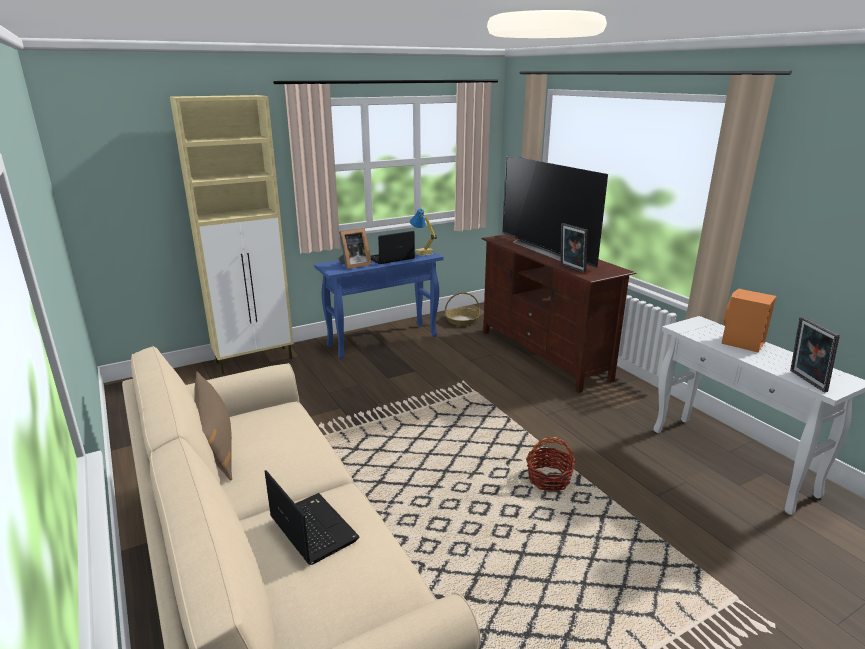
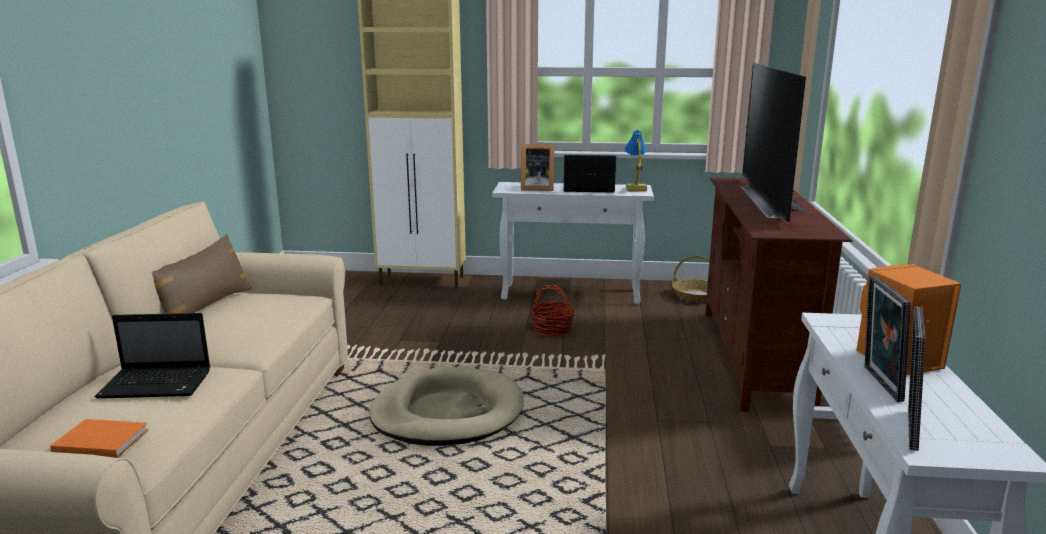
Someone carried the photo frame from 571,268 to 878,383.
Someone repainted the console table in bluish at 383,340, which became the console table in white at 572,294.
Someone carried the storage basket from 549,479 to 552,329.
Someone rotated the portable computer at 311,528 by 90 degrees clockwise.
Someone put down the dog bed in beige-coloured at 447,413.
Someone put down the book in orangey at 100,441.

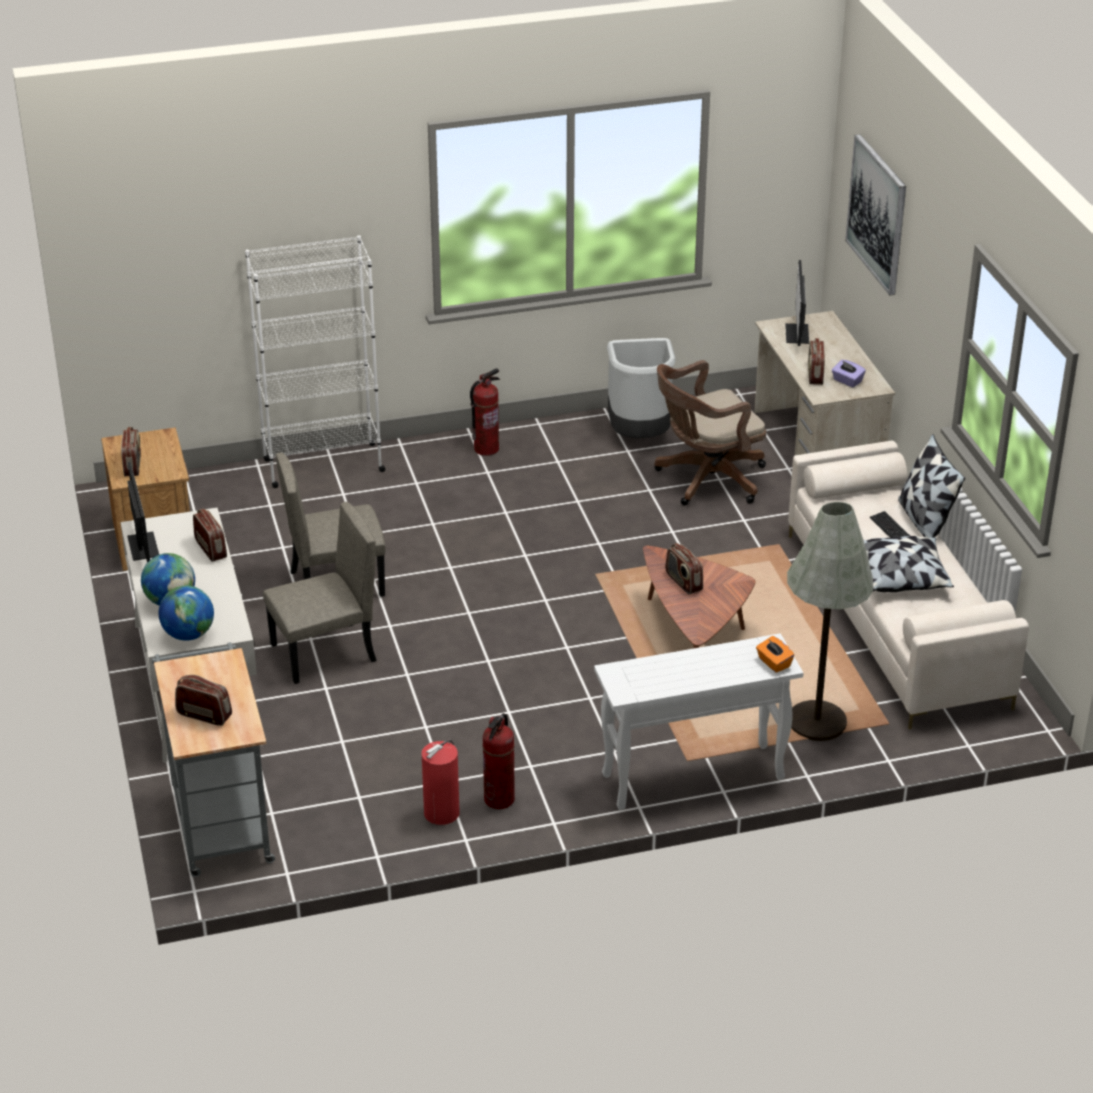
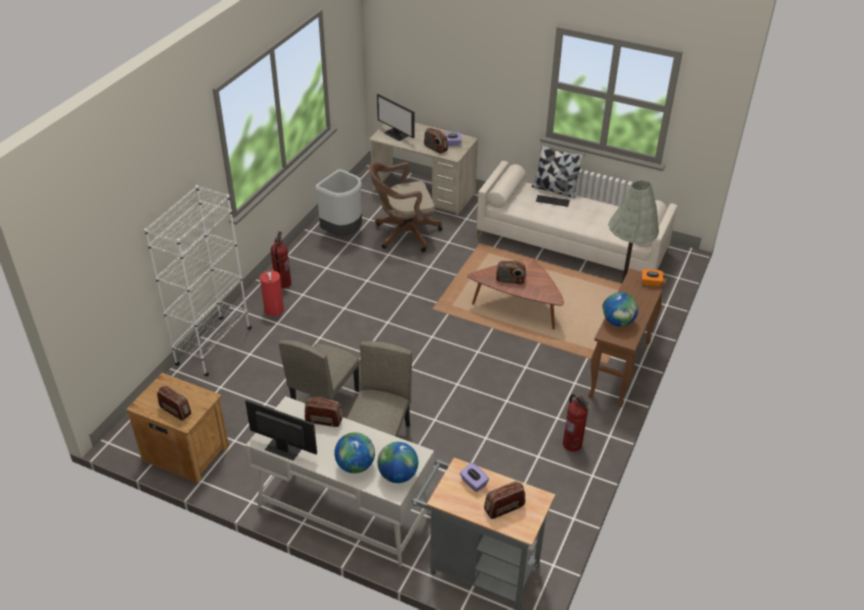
Someone took away the wall art at 877,214.
Someone rotated the office chair in brown-coloured at 706,480 by 60 degrees clockwise.
Someone took away the cushion at 902,576.
Someone repainted the console table in white at 691,777, which became the console table in brown-coloured at 620,369.
Someone carried the extinguisher from 443,811 to 274,309.
Someone put down the globe at 618,322.
Someone put down the box of tissues in purple at 473,483.

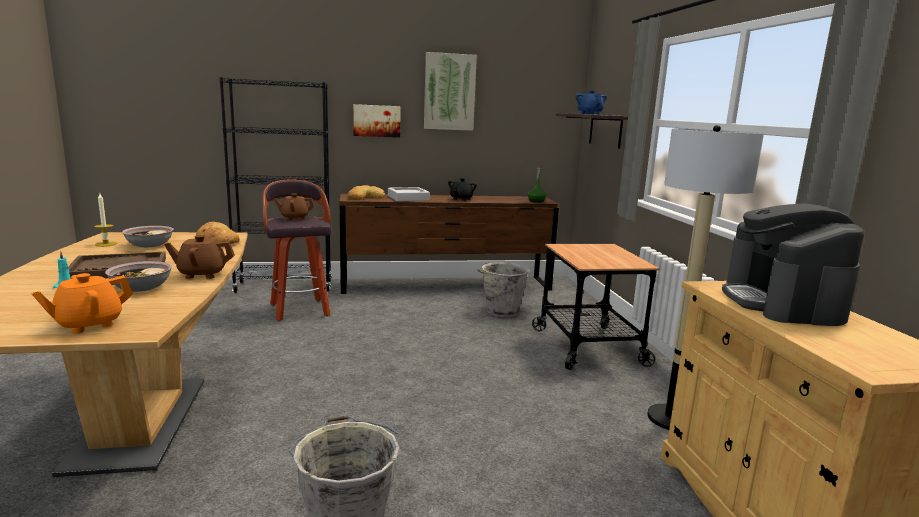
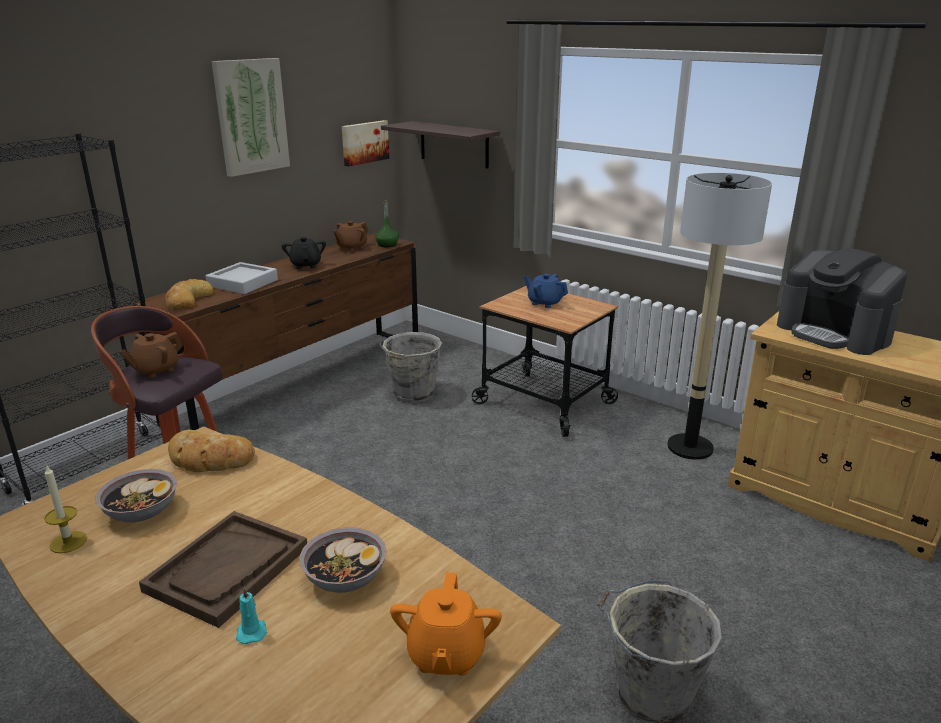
Someone carried the pot for tea in bluish from 589,114 to 544,303.
Someone carried the wall art from 376,120 to 364,142.
Someone carried the pot for tea in brown-coloured from 202,274 to 351,247.

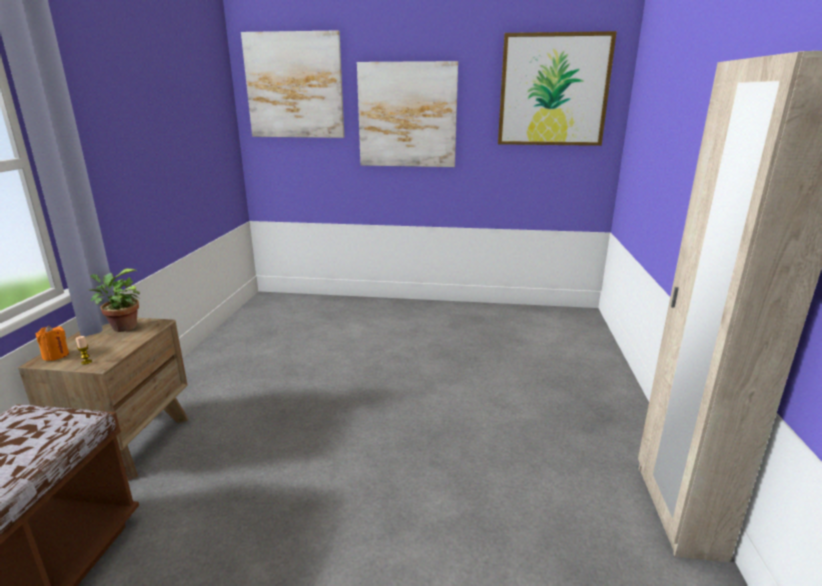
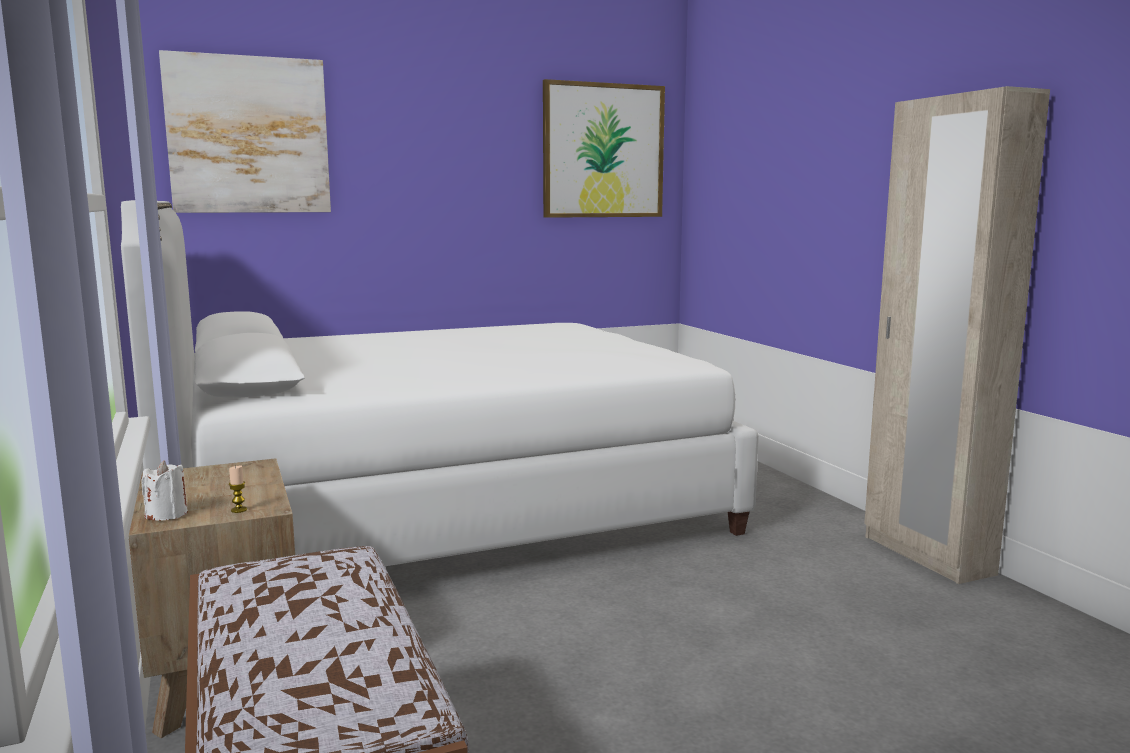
Someone took away the wall art at 407,115.
Someone took away the potted plant at 121,327.
Someone repainted the wax candle in orangey at 56,355, which became the wax candle in white at 167,514.
Someone put down the bed in white at 440,509.

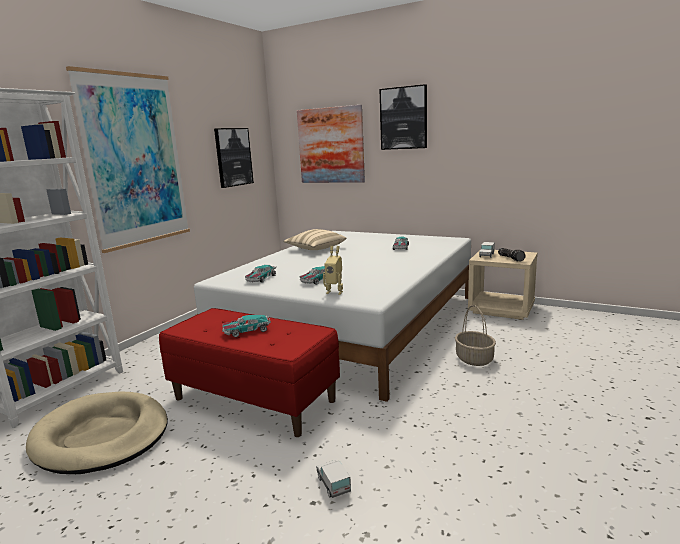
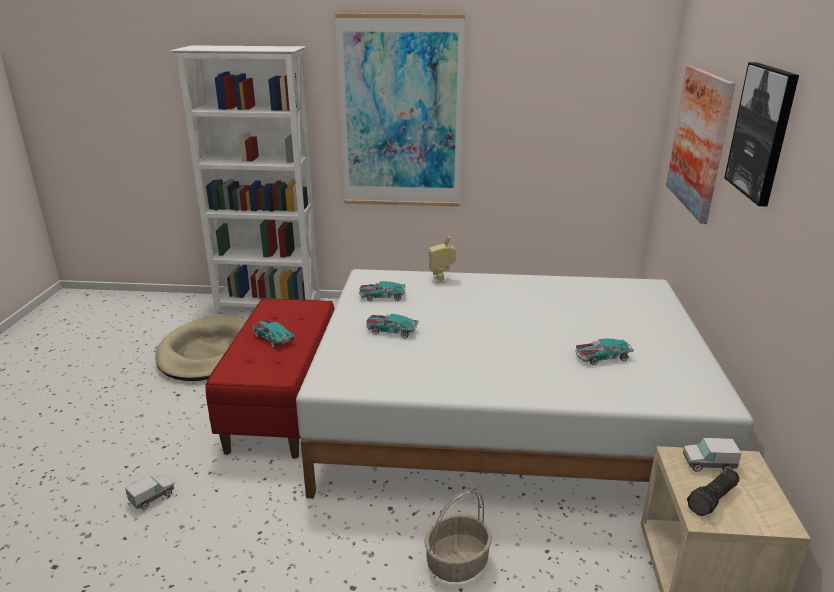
Someone took away the wall art at 233,157.
Someone took away the cushion in beige-coloured at 315,249.
Someone carried the model robot from 335,292 to 442,279.

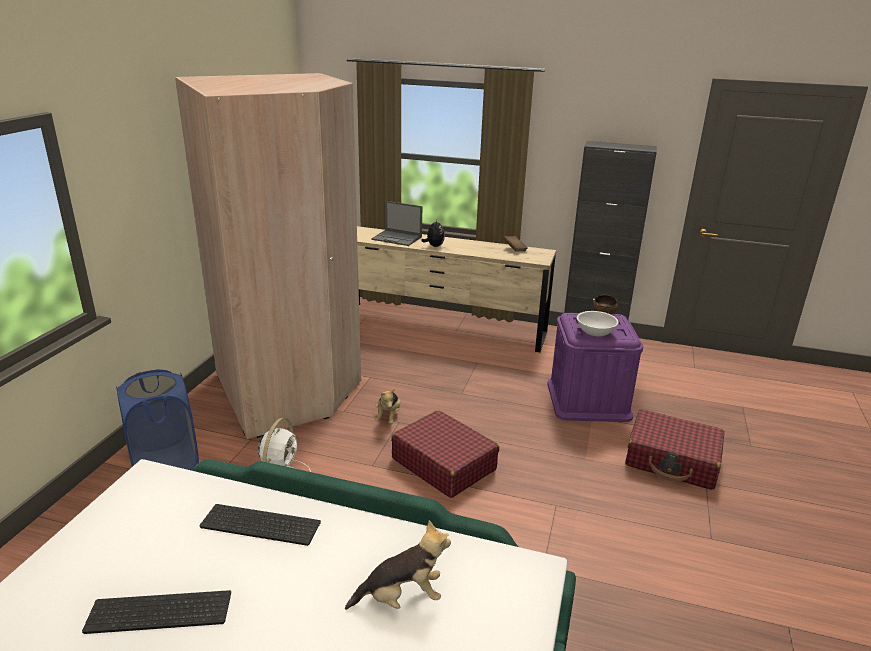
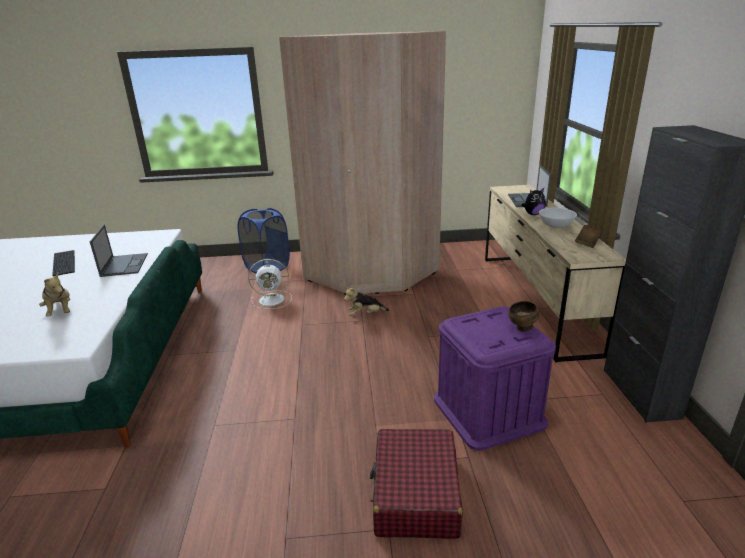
Someone carried the serving bowl in white from 595,332 to 556,225.
Someone took away the piece of luggage in red-coloured at 443,464.
Someone swapped the PC keyboard at 258,526 for the portable computer at 124,265.

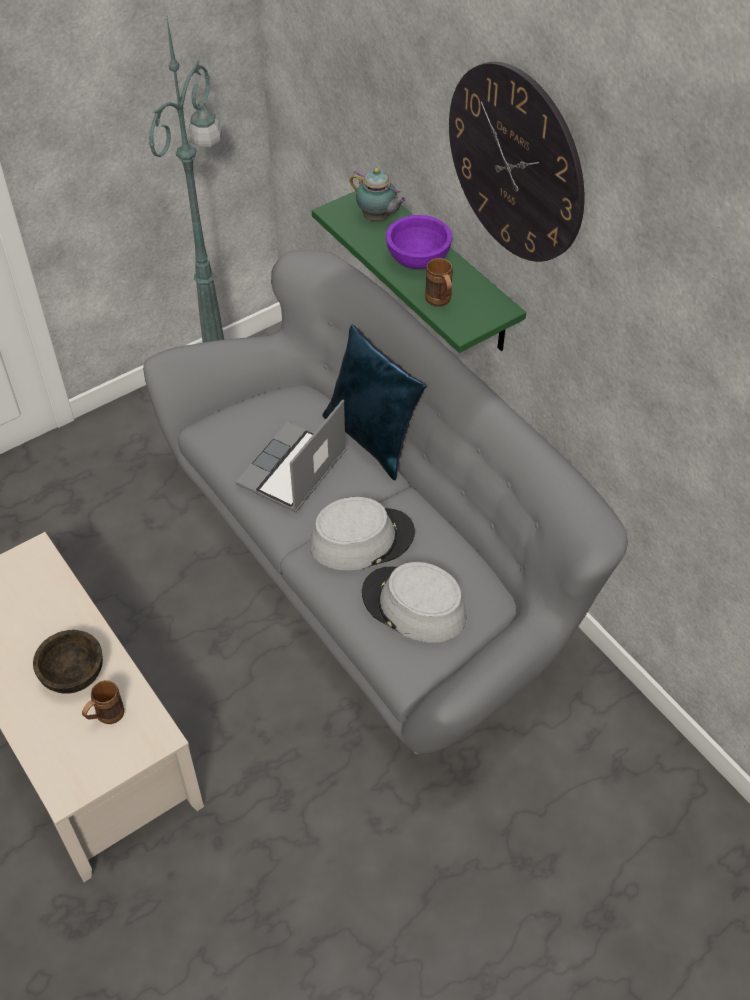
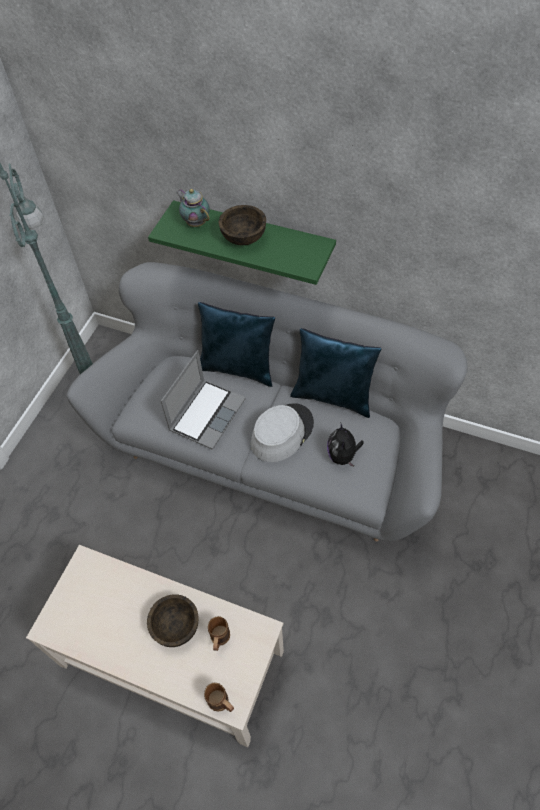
Someone took away the hanging clock at 515,163.
Someone rotated the pot for tea at 378,218 by 135 degrees counterclockwise.
Someone repainted the serving bowl in purple at 417,259, which became the serving bowl in brown-coloured at 243,237.
Someone carried the mug in brown-coloured from 440,302 to 222,704.
Someone rotated the portable computer at 293,470 by 150 degrees counterclockwise.
Someone swapped the clothing hat in greyish at 413,605 for the plush toy at 343,456.
Someone put down the cushion in bluish at 333,396.

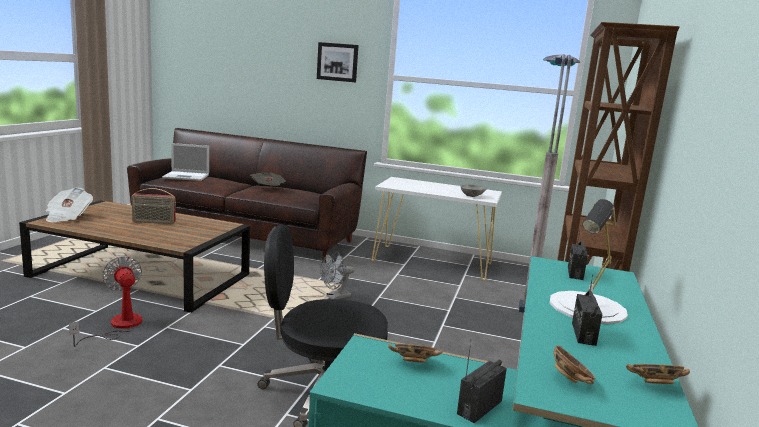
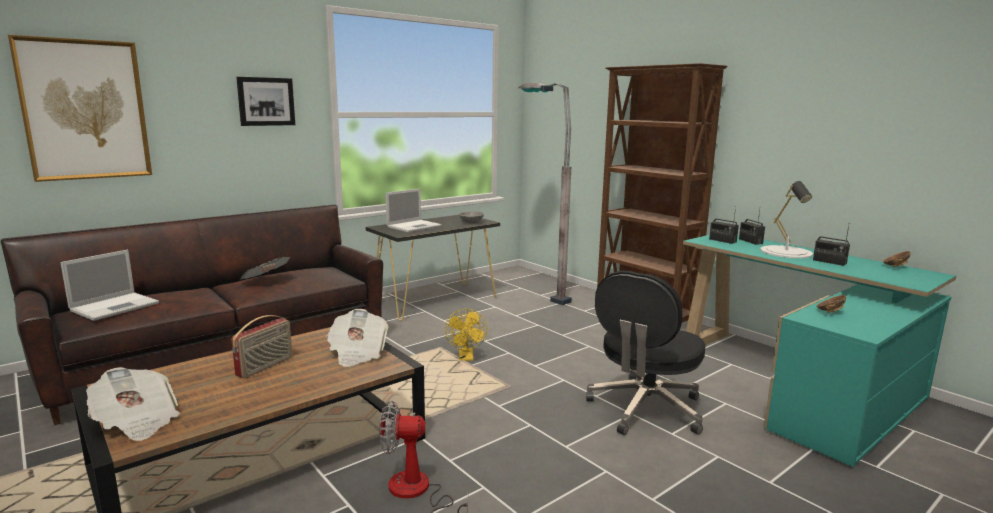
Someone repainted the console table in white at 432,262, which became the console table in blackish at 435,301.
Someone repainted the fan in greyish at 335,297, which became the fan in yellowish at 466,358.
Someone carried the radio set from 479,407 to 750,241.
Someone took away the serving bowl at 571,380.
Someone put up the wall art at 85,110.
Someone put down the portable computer at 414,226.
Someone put down the newspaper at 357,353.

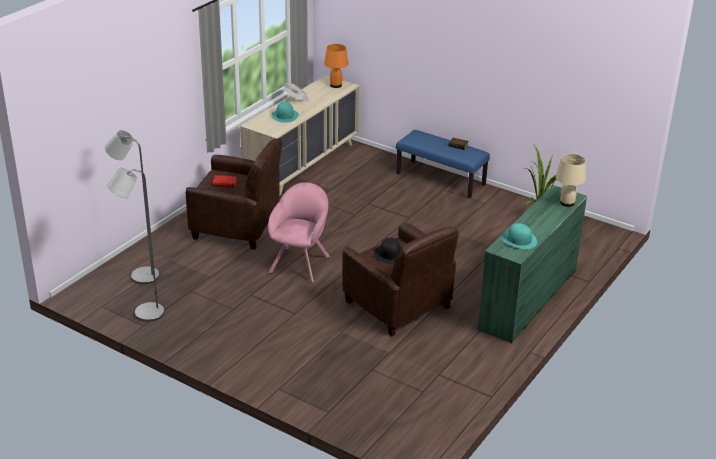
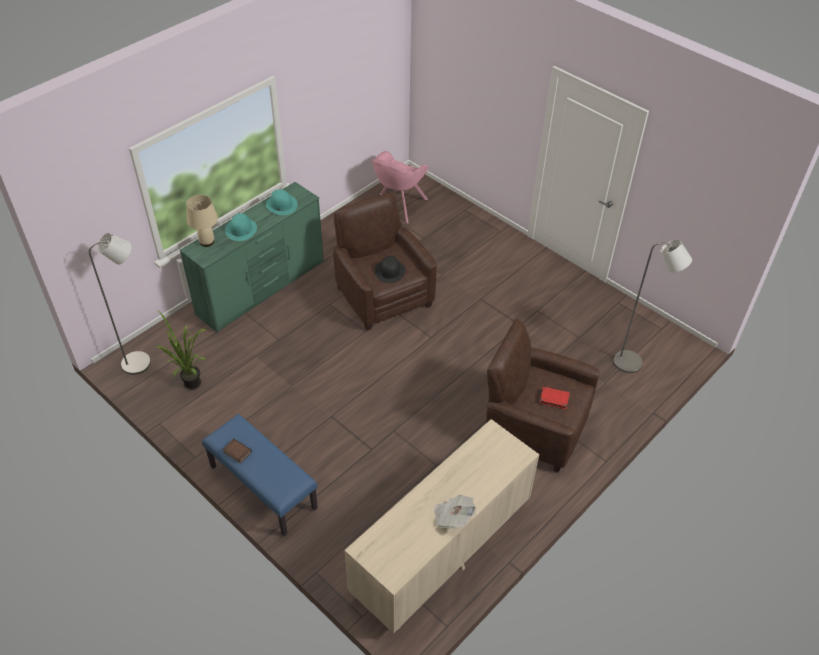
Someone took away the tabletop lamp in orangey at 335,85.
Someone carried the clothing hat in turquoise from 284,115 to 241,229.
Someone carried the floor lamp in greyish from 144,314 to 142,362.
Someone carried the armchair in pink-coloured from 300,262 to 397,206.

